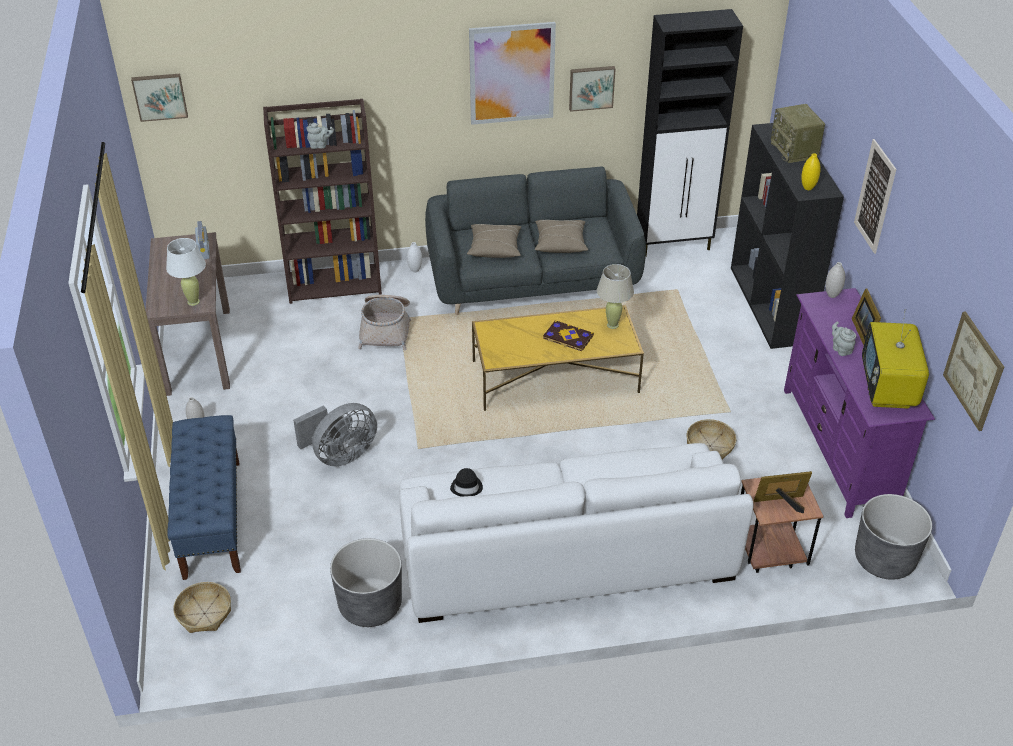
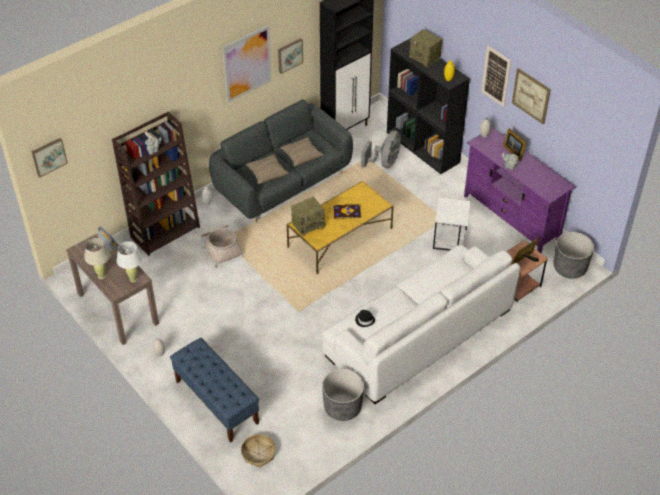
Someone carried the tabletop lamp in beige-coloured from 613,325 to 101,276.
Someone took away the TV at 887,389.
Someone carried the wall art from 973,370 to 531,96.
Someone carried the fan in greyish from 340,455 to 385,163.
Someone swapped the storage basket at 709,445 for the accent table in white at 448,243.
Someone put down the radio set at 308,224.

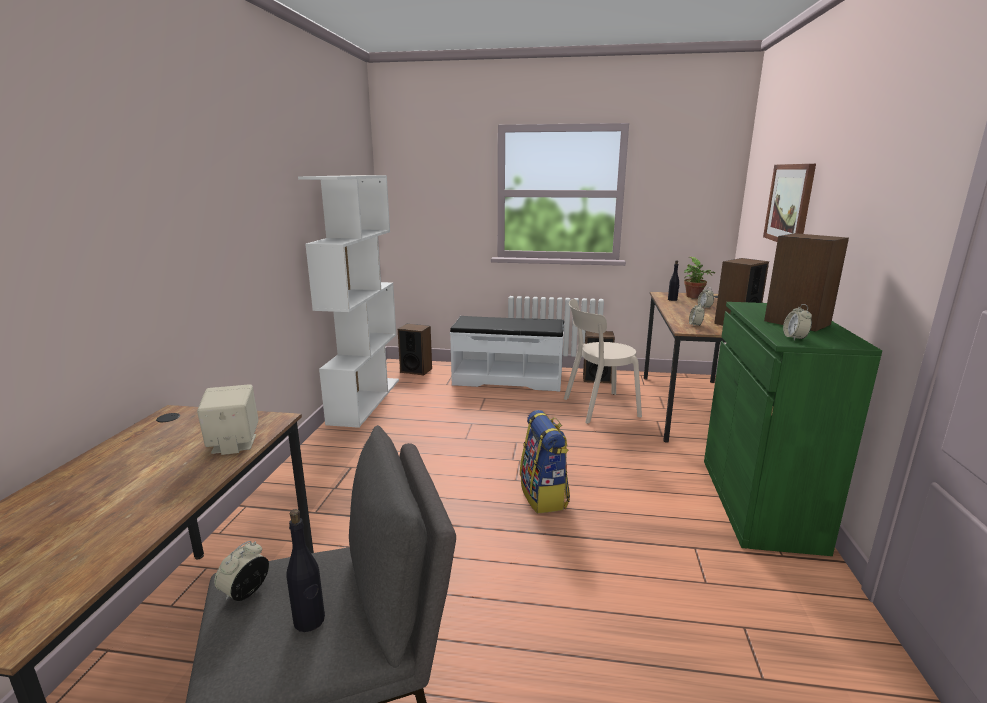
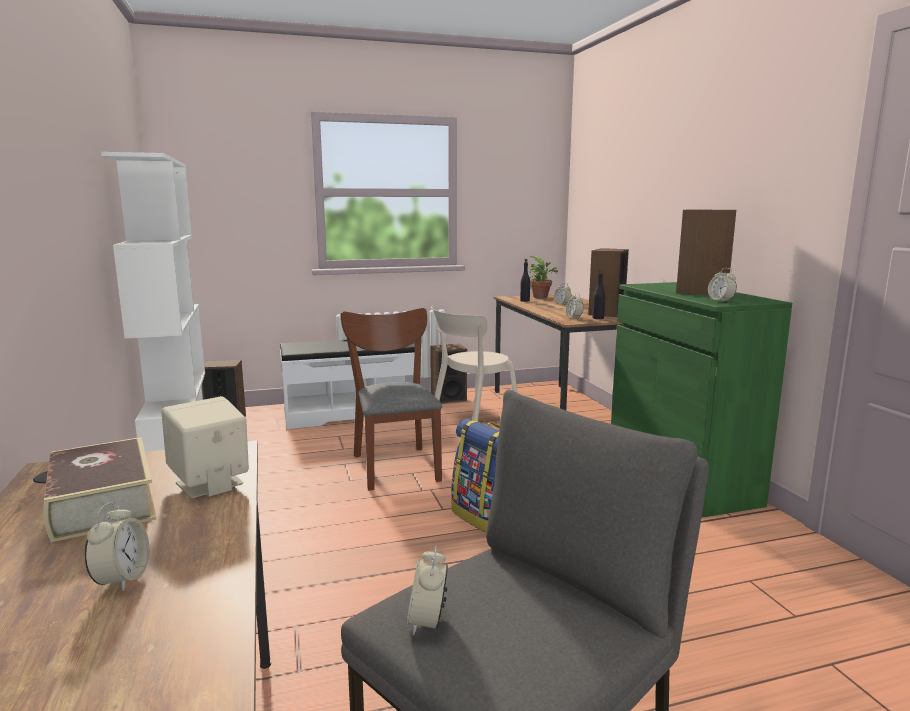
Someone took away the wall art at 789,204.
Someone carried the bottle in blackish from 309,621 to 598,318.
Someone put down the plain chair in brown-coloured at 394,464.
Someone put down the book at 102,502.
Someone put down the bedside clock at 122,579.

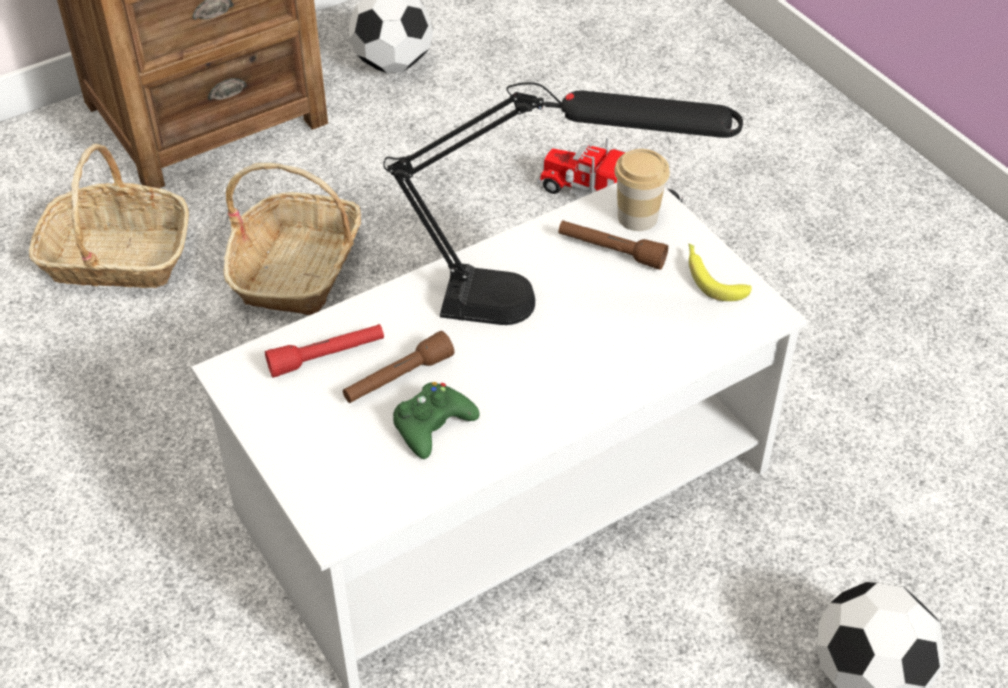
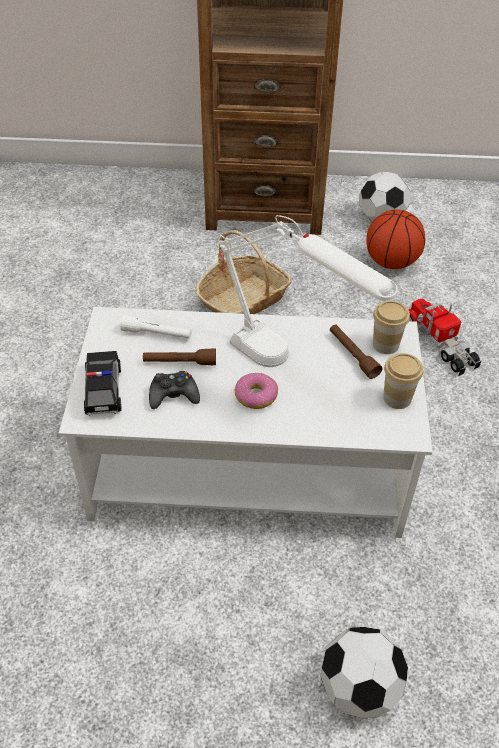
Someone repainted the tabletop lamp in blackish at 550,308, which became the tabletop lamp in white at 290,368.
Someone took away the storage basket at 116,257.
Someone swapped the banana fruit at 711,277 for the drinking cup at 397,398.
Someone repainted the flashlight in red-coloured at 327,357, which became the flashlight in white at 157,334.
Someone repainted the joypad in greenish at 432,425, which became the joypad in blackish at 173,395.
Someone put down the basketball at 391,262.
Someone put down the toy car at 103,391.
Someone put down the donut at 256,396.

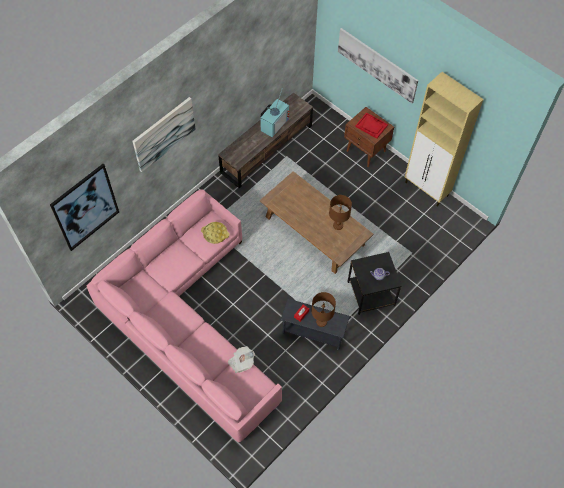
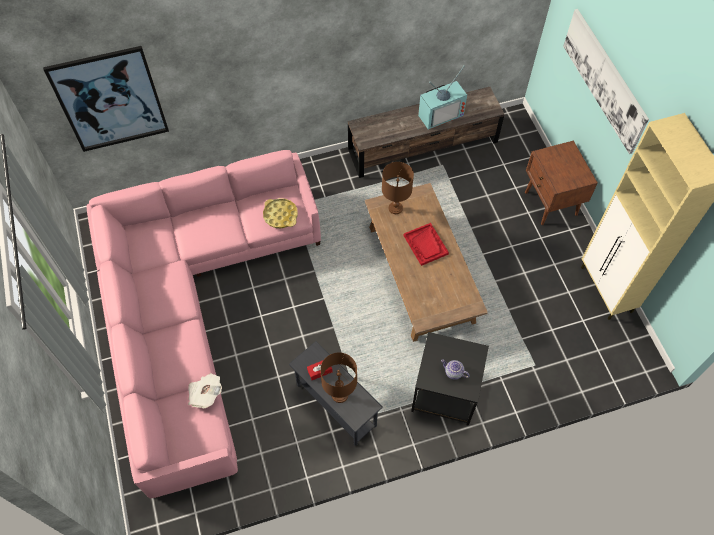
Someone took away the wall art at 164,134.
Someone carried the carrying tray in red-coloured from 371,126 to 426,245.
Someone carried the tabletop lamp in brown-coloured from 338,225 to 395,208.

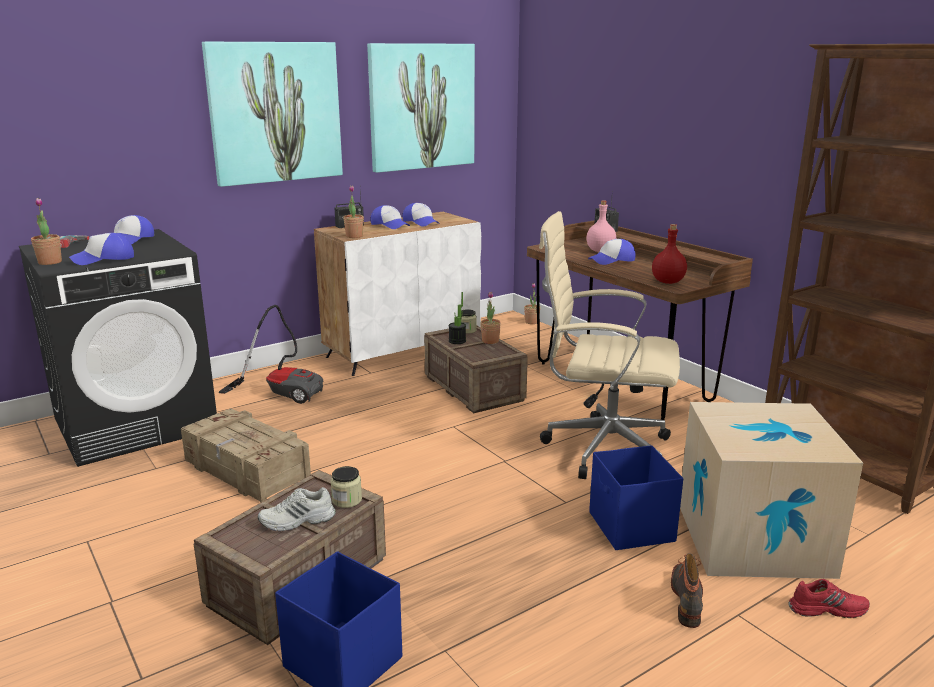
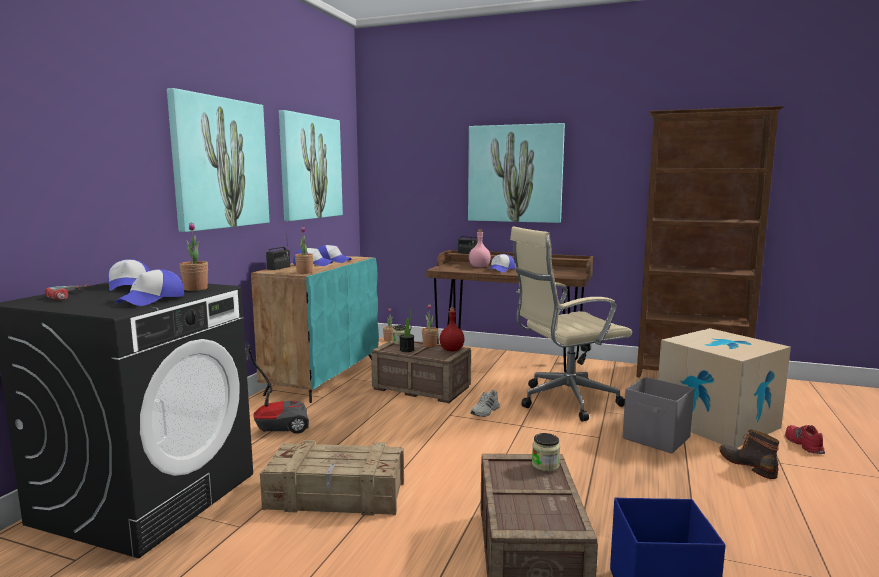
Someone carried the potted plant from 50,262 to 195,289.
Someone repainted the storage cabinet in white at 403,350, which became the storage cabinet in turquoise at 323,376.
Someone carried the bottle in red-coloured from 668,282 to 452,350.
Someone repainted the storage box in bluish at 631,528, which became the storage box in greyish at 657,438.
Someone carried the item of footwear in white from 297,521 to 485,411.
Someone rotated the item of footwear in red-coloured at 827,608 by 60 degrees counterclockwise.
Someone put up the wall art at 515,173.

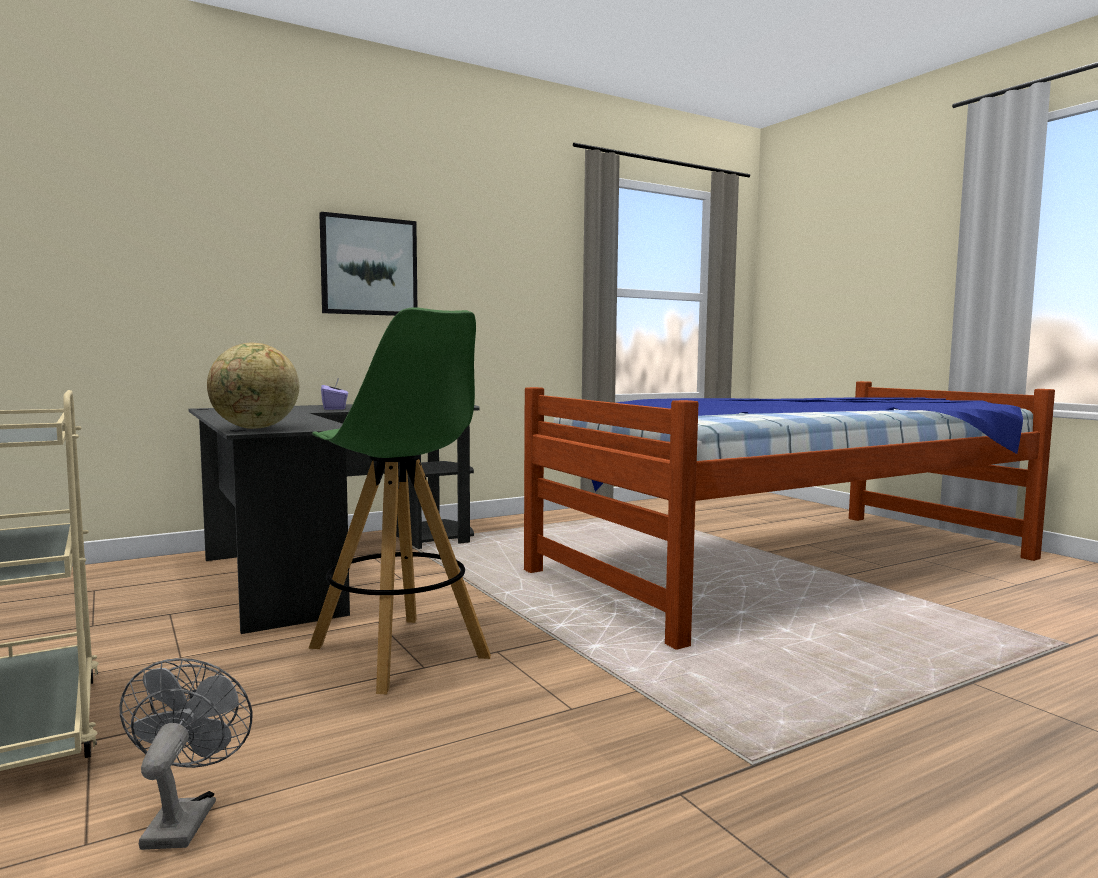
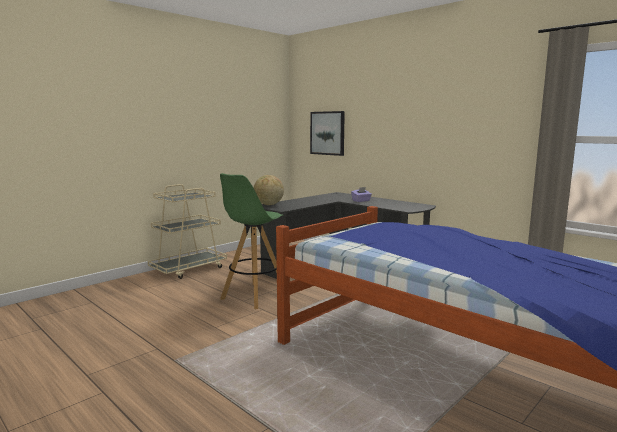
Someone carried the wall art from 369,266 to 327,133.
Someone took away the fan in greyish at 183,817.

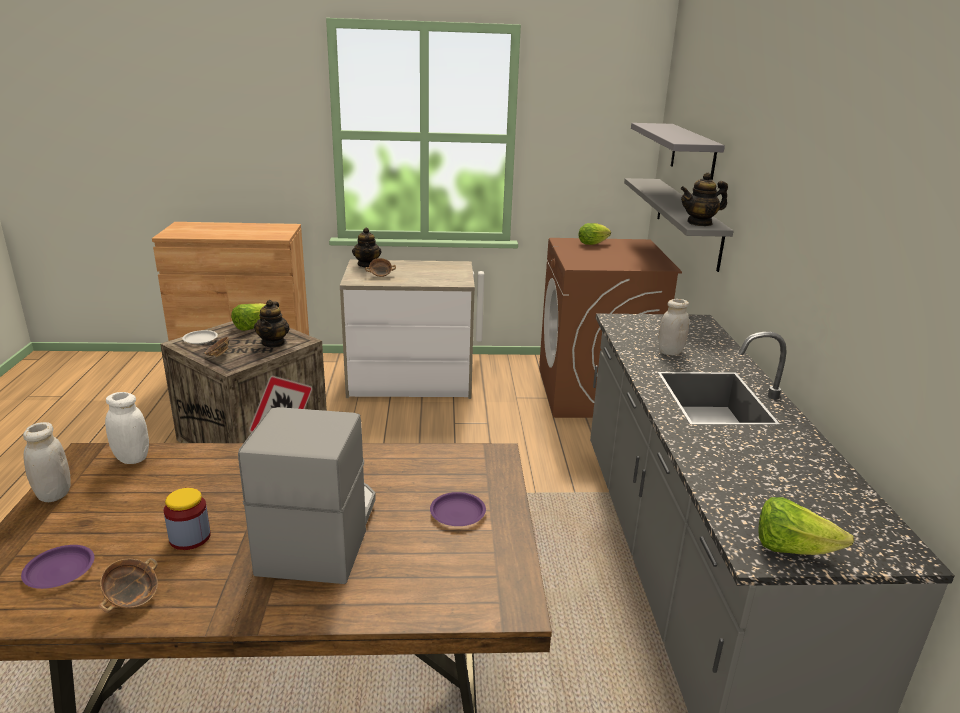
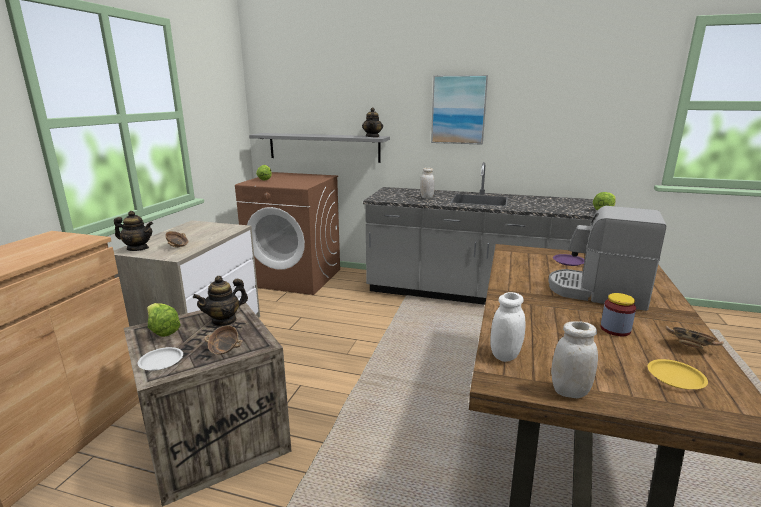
Someone took away the wall shelf in greyish at 693,155.
Someone rotated the pot for tea at 273,343 by 120 degrees clockwise.
Someone repainted the plate in purple at 59,570, which became the plate in yellowish at 675,378.
Someone put up the wall art at 458,110.

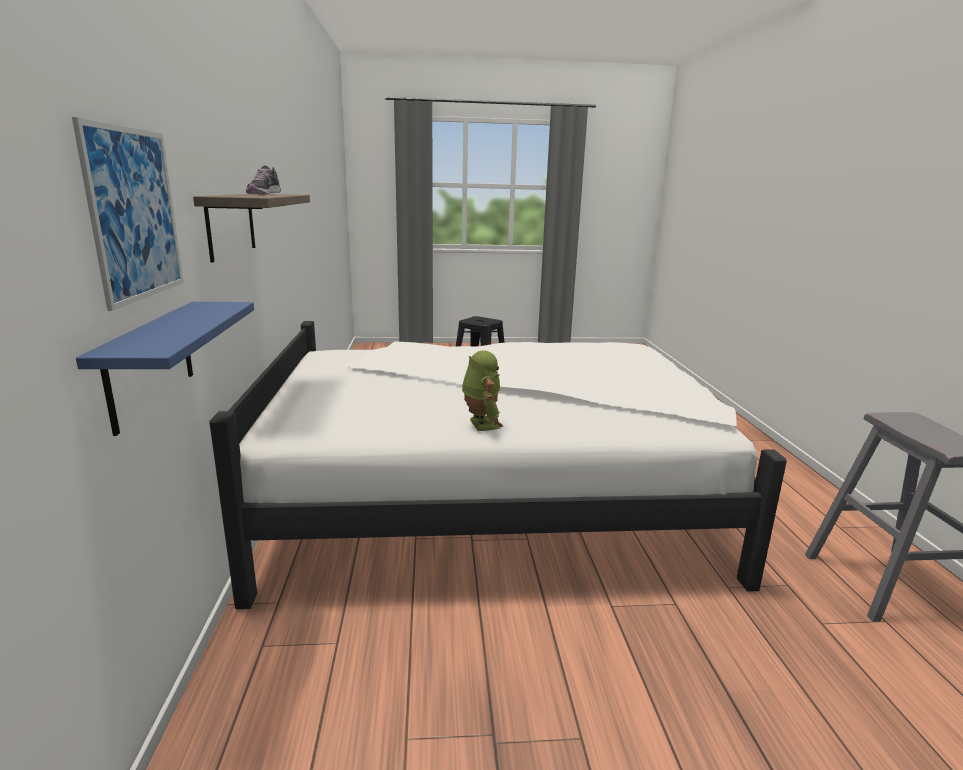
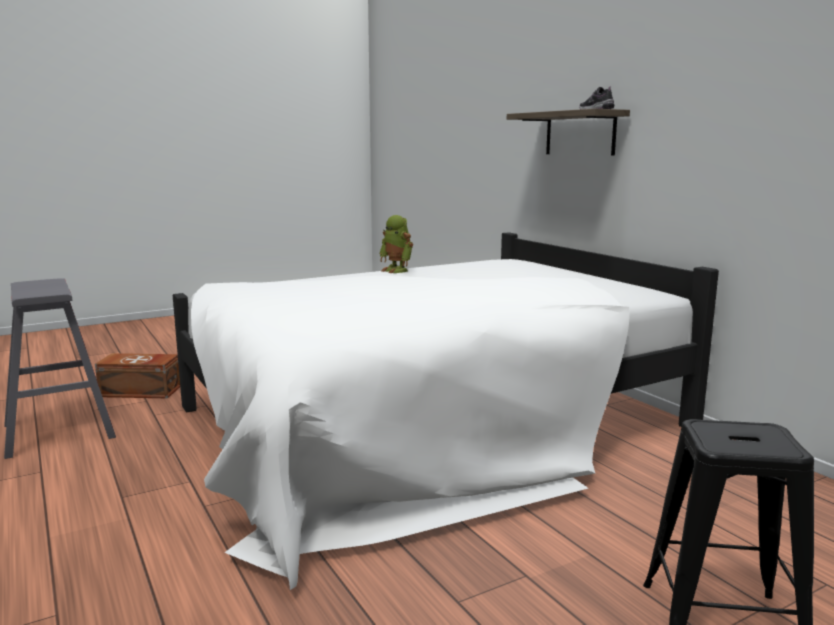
Someone took away the wall art at 135,214.
Someone took away the wall shelf in bluish at 151,363.
Someone put down the storage box in brown-coloured at 141,392.

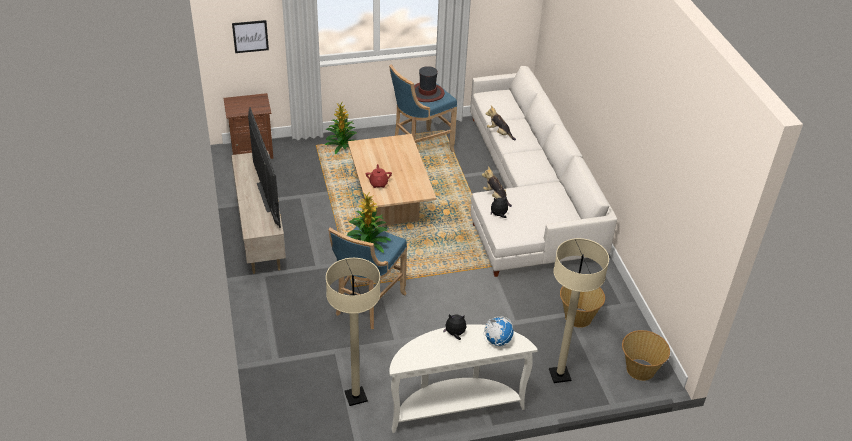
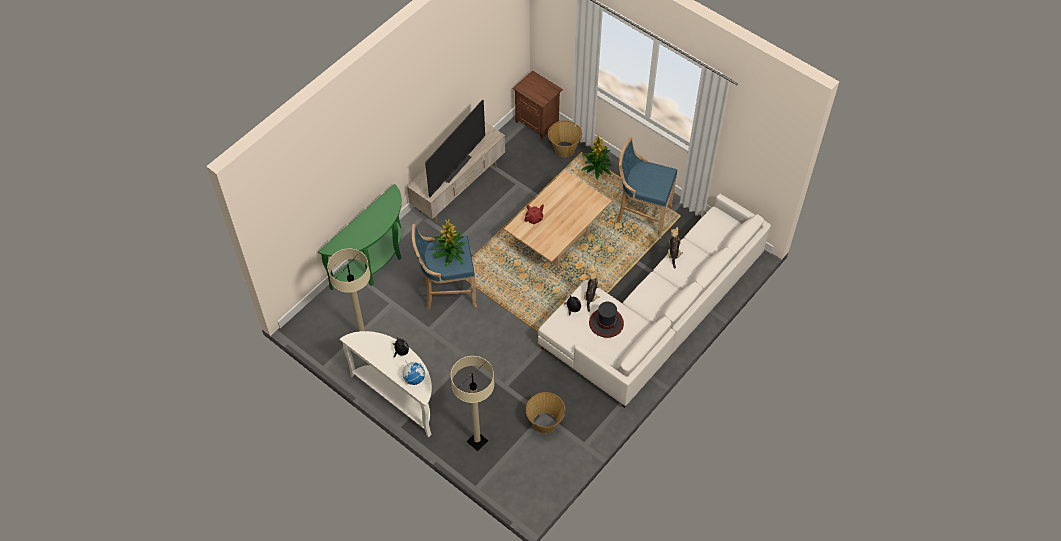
Someone took away the wall art at 250,36.
Someone carried the clothing hat from 427,93 to 606,323.
Someone carried the storage basket from 639,369 to 564,149.
Someone put down the console table in greenish at 374,263.

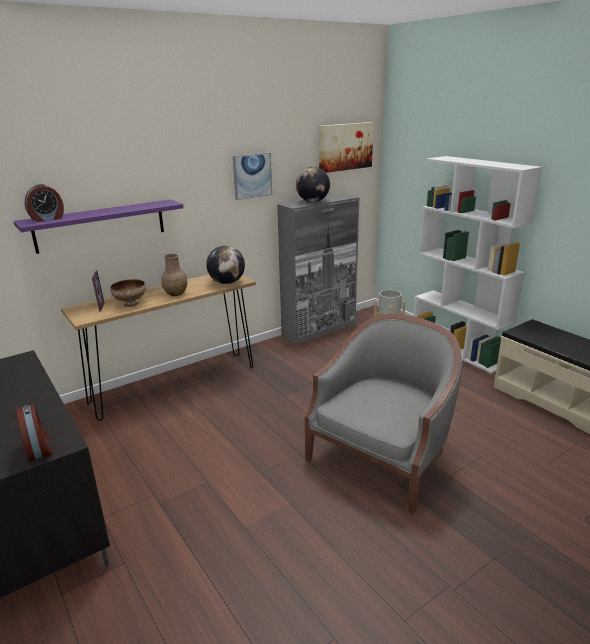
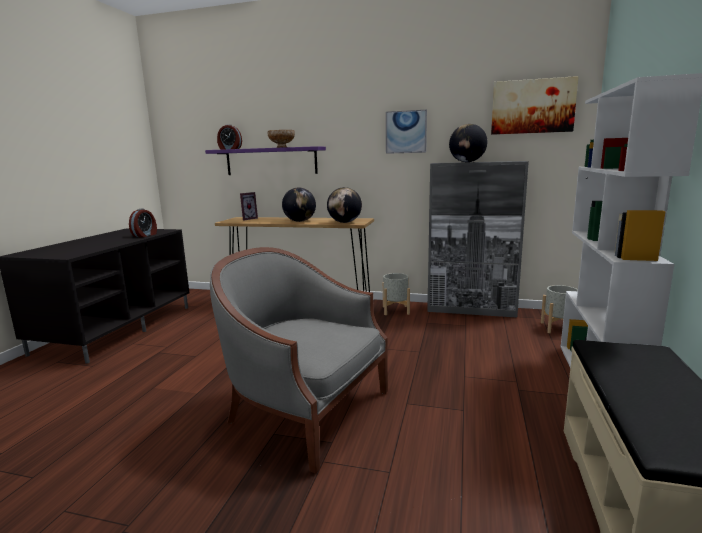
Someone swapped the vase in brown-coloured at 175,293 for the globe at 300,221.
Someone carried the serving bowl from 131,303 to 282,147.
Someone rotated the armchair in greyish at 382,459 by 150 degrees counterclockwise.
Someone carried the bedside clock from 39,449 to 145,235.
Someone put down the flower pot in greyish at 396,310.

